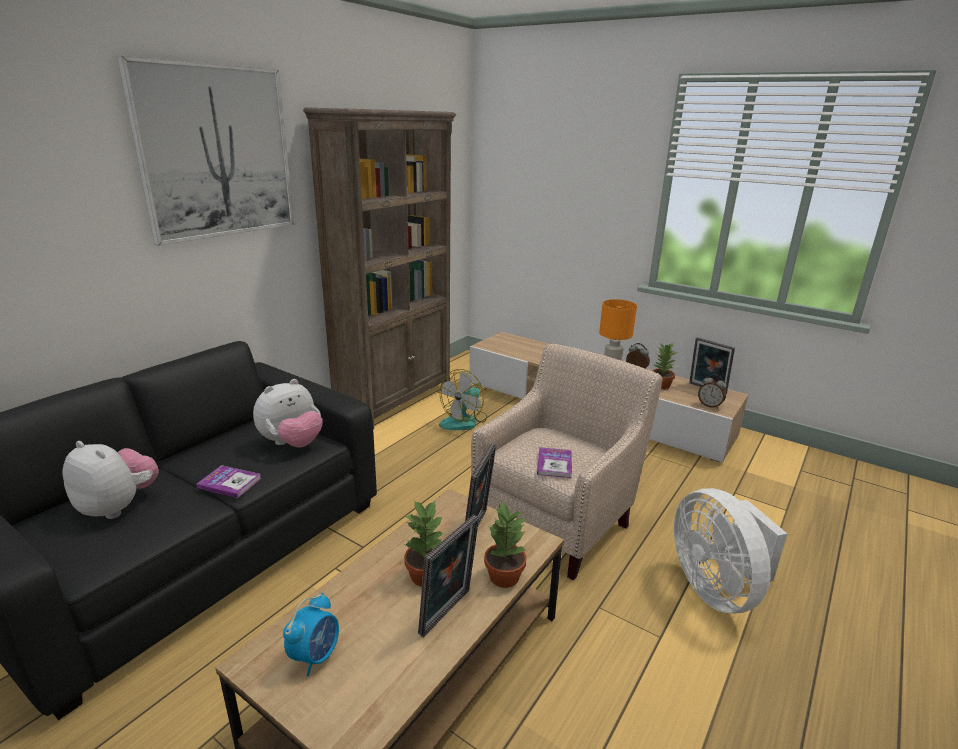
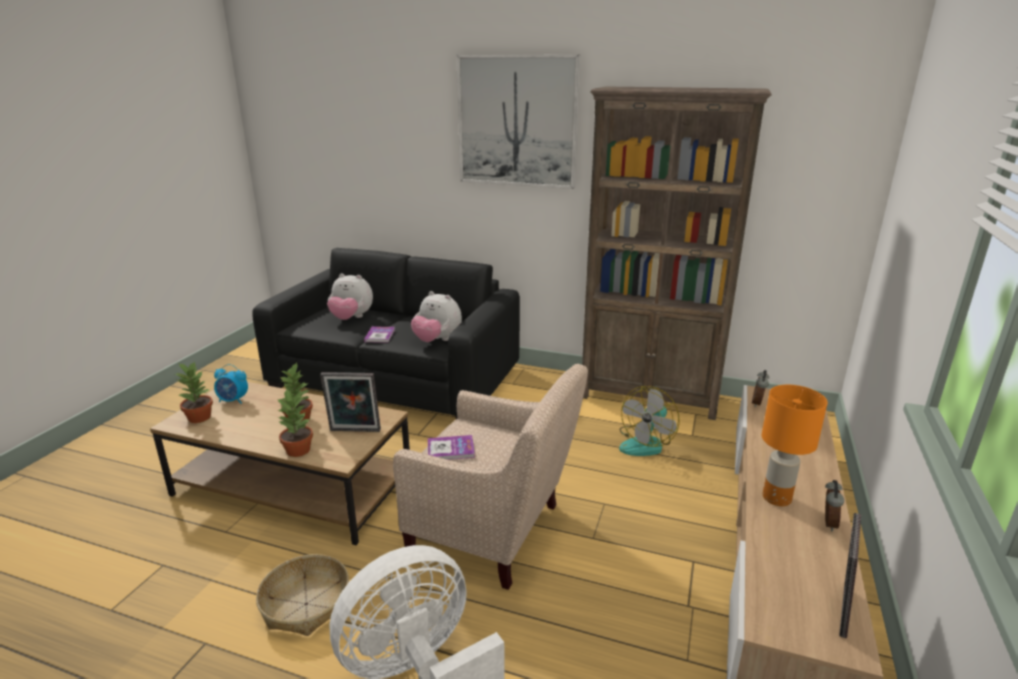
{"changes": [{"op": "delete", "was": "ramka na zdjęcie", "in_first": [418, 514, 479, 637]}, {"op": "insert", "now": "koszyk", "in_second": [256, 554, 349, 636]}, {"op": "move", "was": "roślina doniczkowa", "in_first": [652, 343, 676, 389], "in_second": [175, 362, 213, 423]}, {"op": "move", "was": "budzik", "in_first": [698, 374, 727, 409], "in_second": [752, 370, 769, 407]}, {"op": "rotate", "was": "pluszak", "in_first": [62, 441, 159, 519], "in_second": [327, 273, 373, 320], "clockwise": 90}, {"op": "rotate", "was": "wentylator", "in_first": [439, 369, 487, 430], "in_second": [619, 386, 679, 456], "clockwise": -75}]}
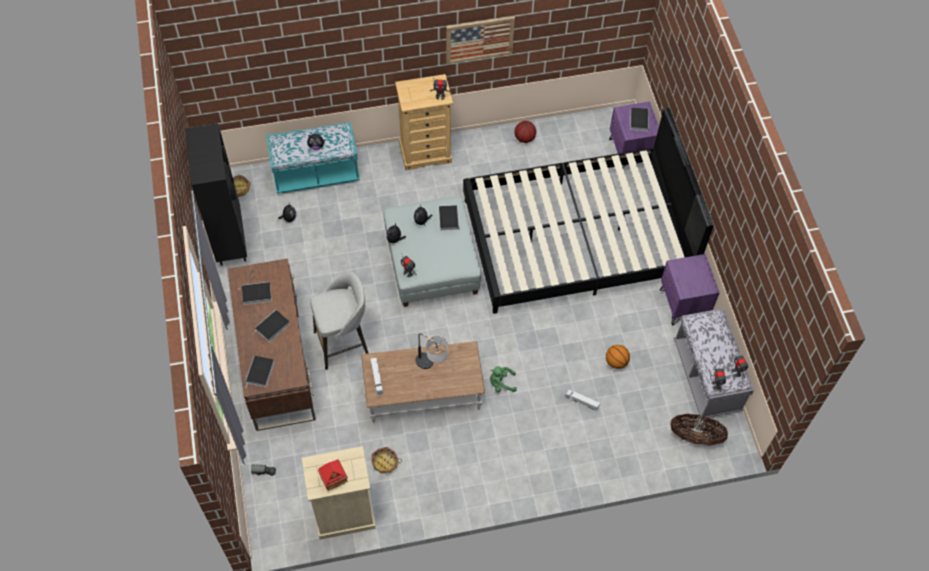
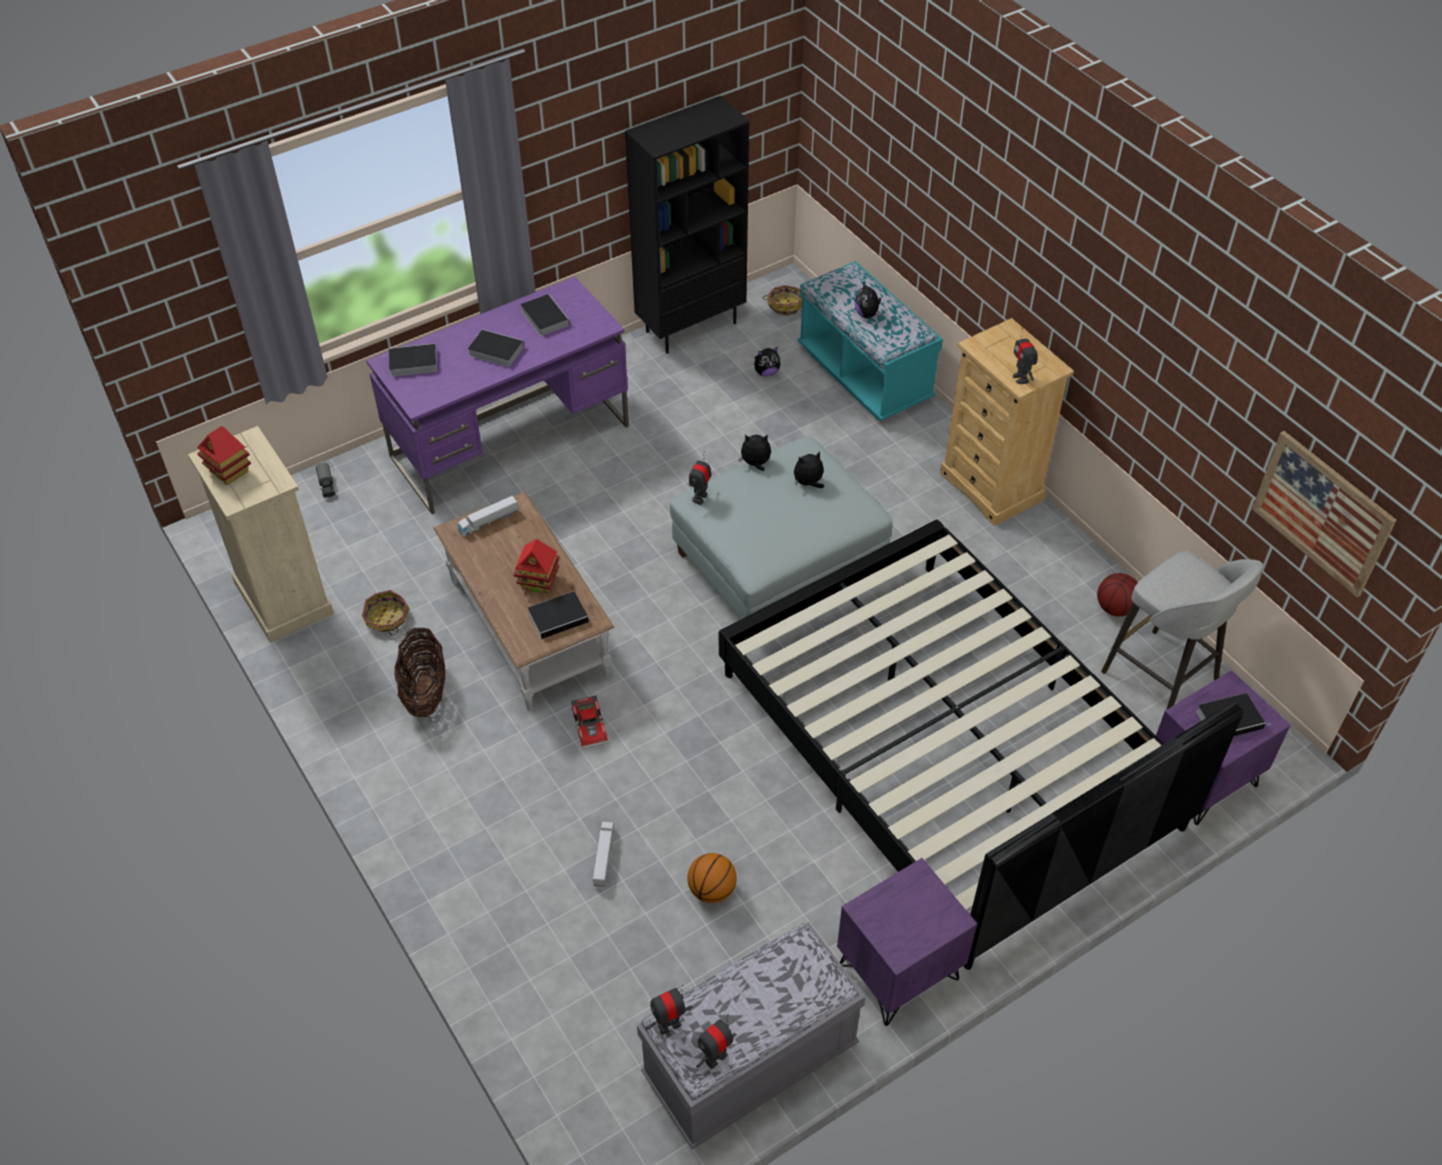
{"changes": [{"op": "move", "was": "stołek/szary", "in_first": [310, 272, 369, 370], "in_second": [1101, 550, 1264, 710]}, {"op": "move", "was": "książka", "in_first": [439, 205, 459, 231], "in_second": [528, 591, 596, 639]}, {"op": "move", "was": "obraz", "in_first": [446, 16, 515, 64], "in_second": [1252, 431, 1397, 597]}, {"op": "move", "was": "koszyk", "in_first": [670, 414, 728, 446], "in_second": [394, 628, 446, 717]}, {"op": "replace", "was": "lampa stołowa", "now": "domek", "in_first": [416, 333, 448, 369], "in_second": [514, 539, 560, 593]}, {"op": "replace", "was": "pluszak/zielony", "now": "samochodzik", "in_first": [490, 366, 517, 392], "in_second": [571, 696, 608, 749]}, {"op": "recolor", "was": "biurko/brązowy", "now": "biurko/fioletowy", "in_first": [227, 259, 316, 431], "in_second": [366, 276, 629, 514]}]}
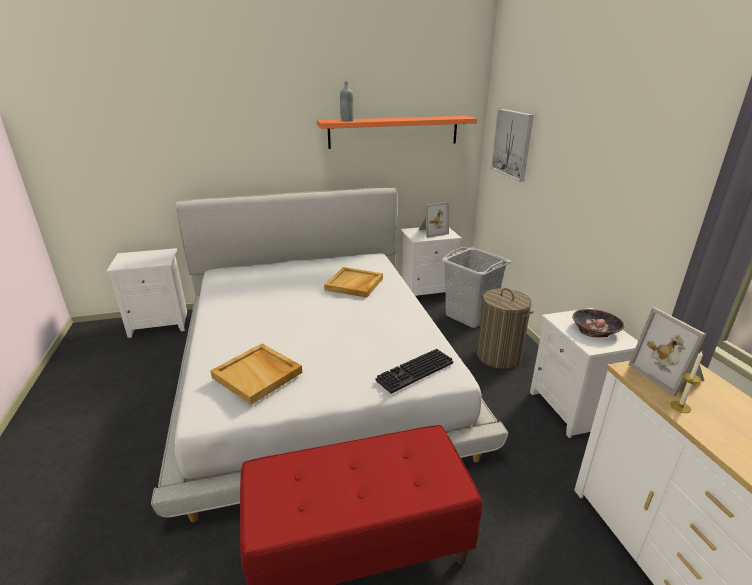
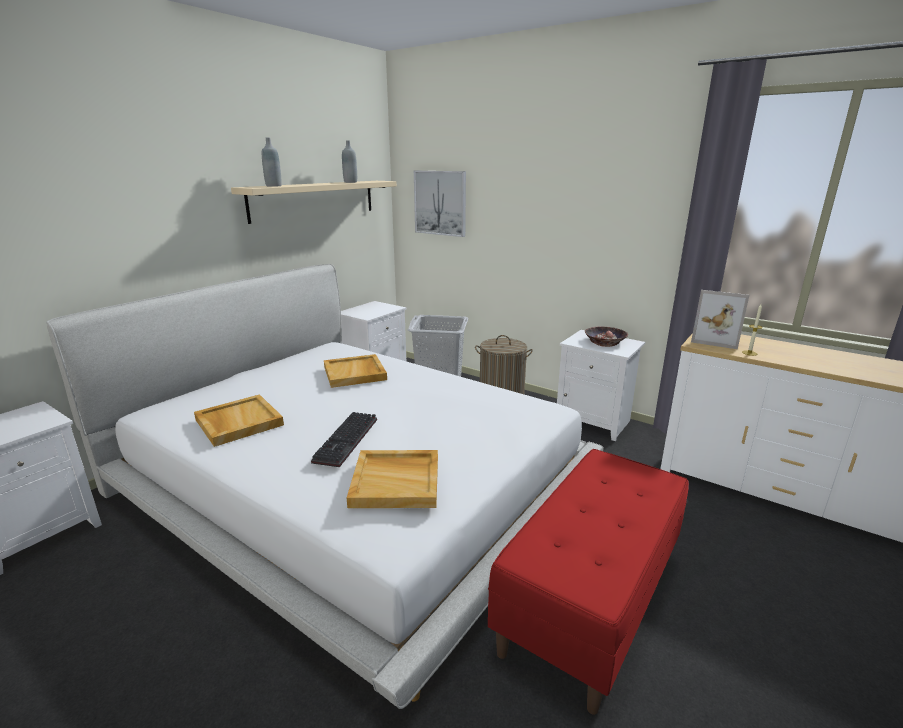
{"changes": [{"op": "delete", "was": "ramka na zdjęcie", "in_first": [419, 202, 449, 238]}, {"op": "insert", "now": "taca/beżowy", "in_second": [194, 394, 284, 447]}, {"op": "insert", "now": "butelka/szary", "in_second": [342, 140, 357, 183]}, {"op": "move", "was": "klawiatura", "in_first": [376, 349, 453, 394], "in_second": [311, 412, 377, 467]}, {"op": "recolor", "was": "półka/pomarańczowy", "now": "półka/beżowy", "in_first": [317, 116, 477, 149], "in_second": [231, 181, 397, 224]}]}
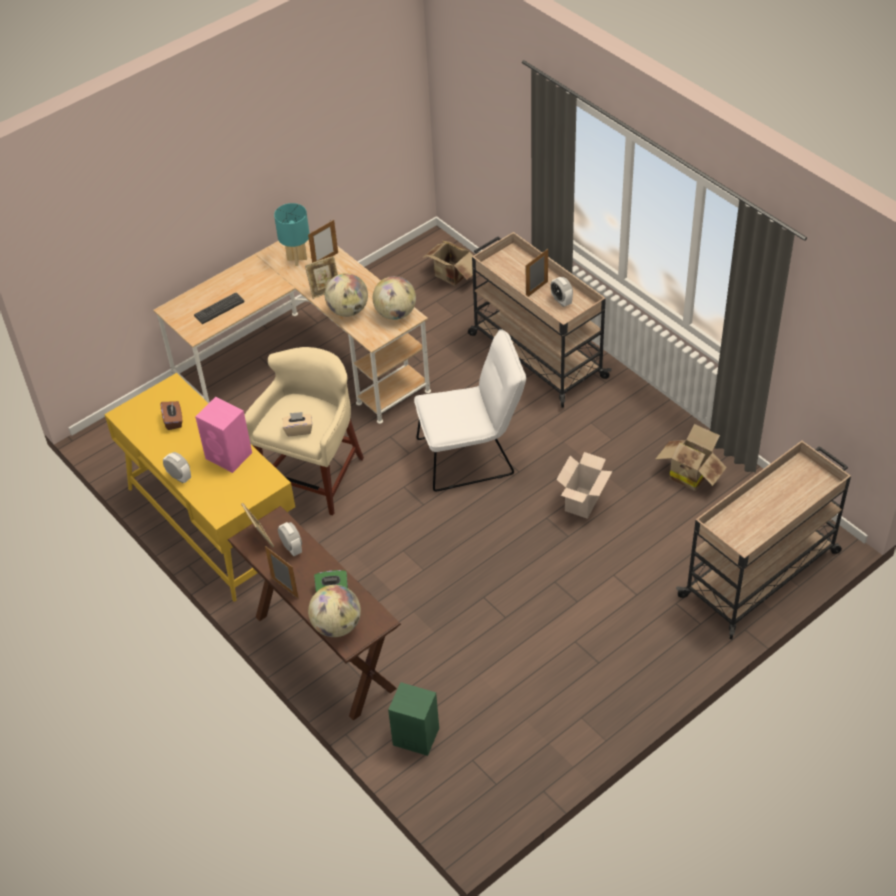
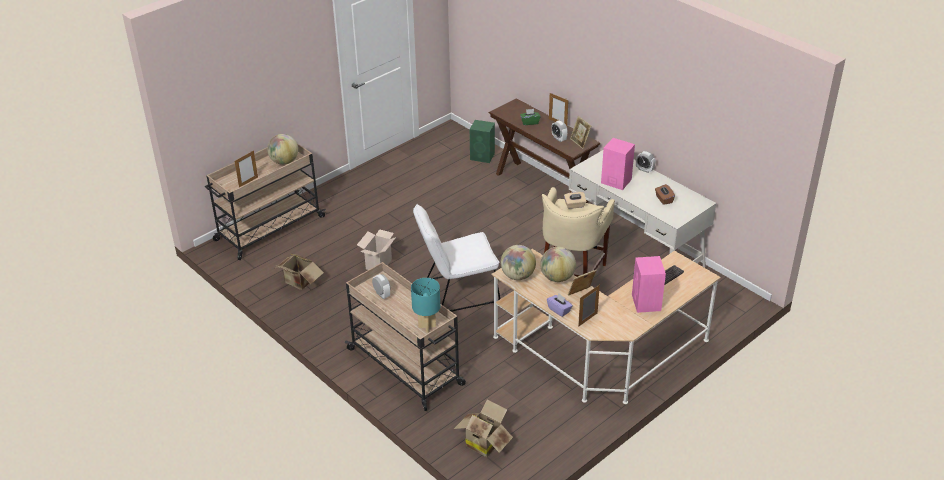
{"changes": [{"op": "insert", "now": "pudełko chusteczek/fioletowy", "in_second": [547, 293, 573, 317]}, {"op": "insert", "now": "głośnik/różowy", "in_second": [632, 256, 666, 313]}, {"op": "move", "was": "lampa stołowa/turkusowy", "in_first": [274, 203, 310, 266], "in_second": [411, 278, 440, 333]}, {"op": "move", "was": "globus", "in_first": [308, 585, 361, 637], "in_second": [267, 134, 298, 165]}, {"op": "move", "was": "ramka na zdjęcie", "in_first": [526, 249, 548, 297], "in_second": [235, 150, 258, 187]}, {"op": "recolor", "was": "biurko/żółty", "now": "biurko/biały", "in_first": [104, 373, 295, 602], "in_second": [569, 150, 716, 267]}]}
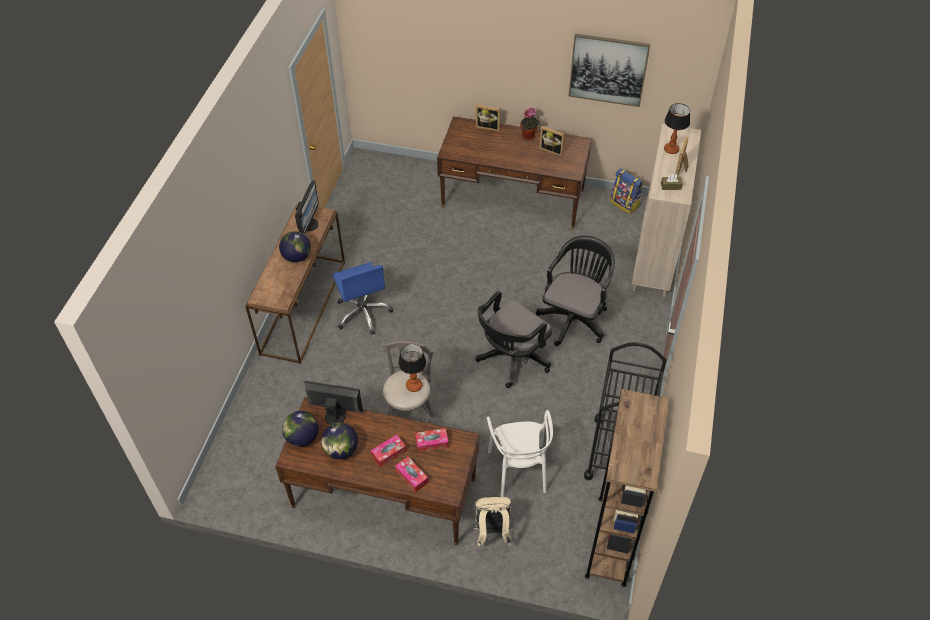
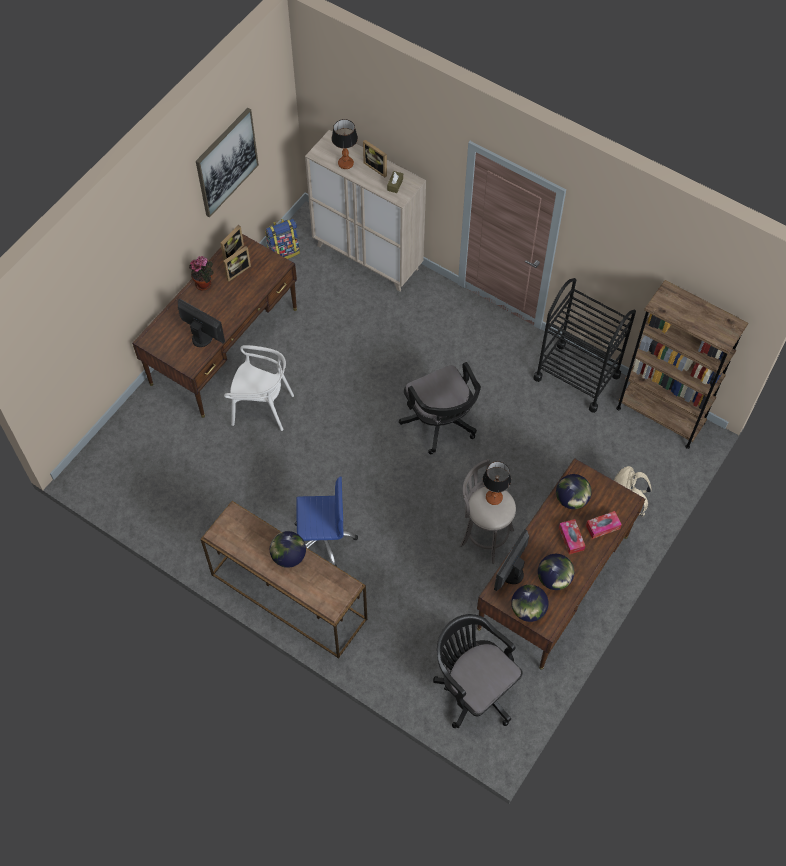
{"changes": [{"op": "move", "was": "monitor", "in_first": [295, 180, 319, 235], "in_second": [178, 298, 225, 347]}, {"op": "move", "was": "ramka na zdjęcie", "in_first": [476, 104, 500, 132], "in_second": [220, 225, 244, 260]}, {"op": "move", "was": "krzesło/biały", "in_first": [487, 410, 553, 497], "in_second": [224, 345, 294, 431]}, {"op": "move", "was": "krzesło biurowe/czarny", "in_first": [536, 236, 615, 346], "in_second": [433, 614, 522, 729]}, {"op": "replace", "was": "pudełko chusteczek", "now": "globus", "in_first": [415, 428, 449, 452], "in_second": [556, 474, 592, 509]}]}
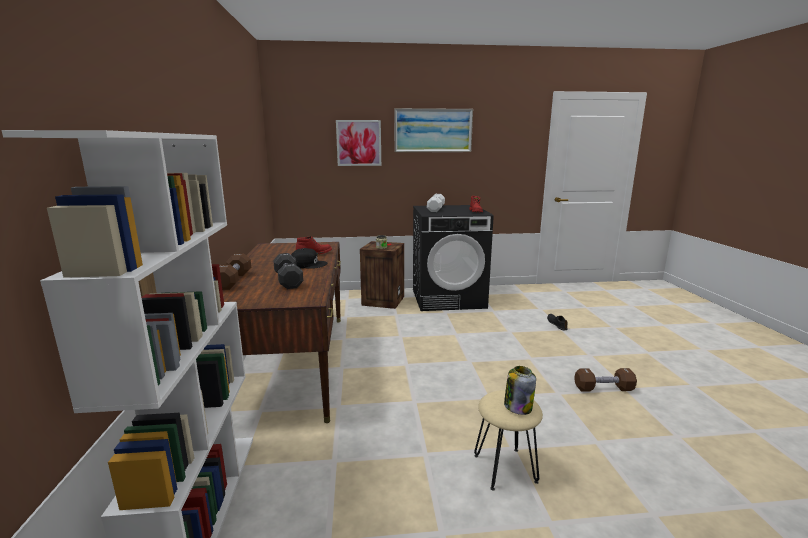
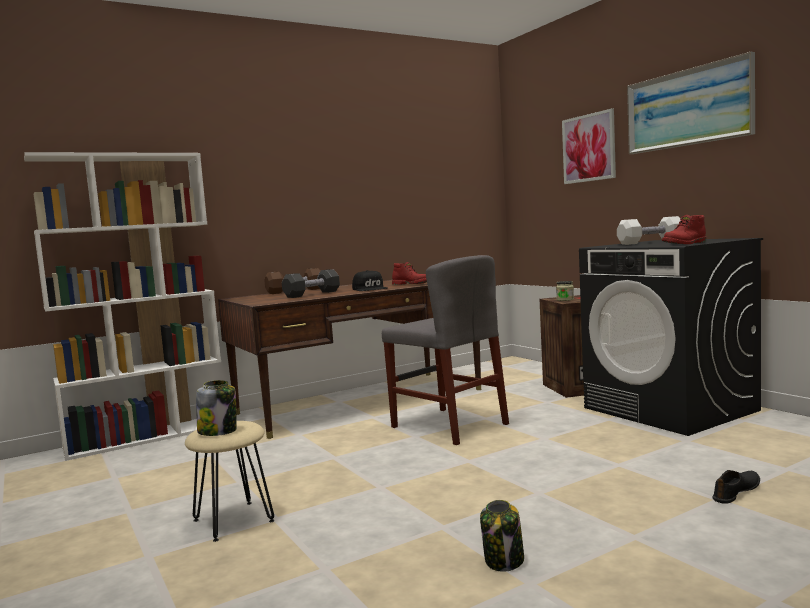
{"changes": [{"op": "insert", "now": "krzesło/szary", "in_second": [382, 255, 509, 445]}, {"op": "replace", "was": "hantel/brązowy", "now": "słoik", "in_first": [574, 368, 637, 391], "in_second": [480, 500, 524, 572]}]}
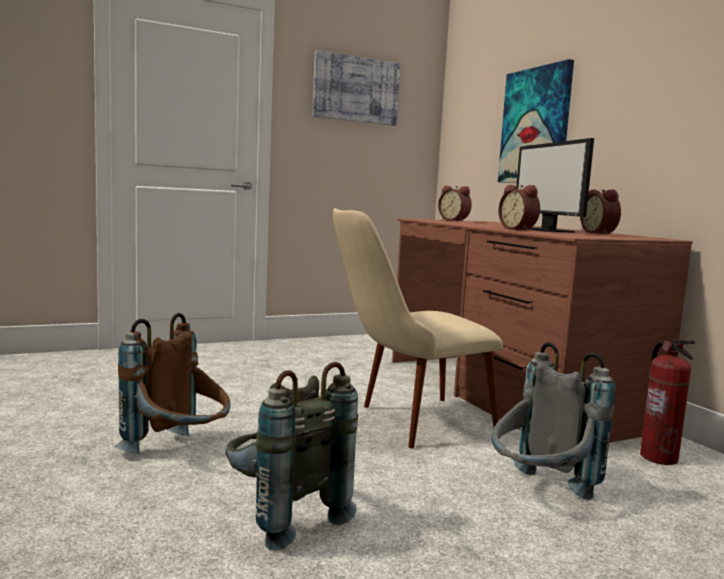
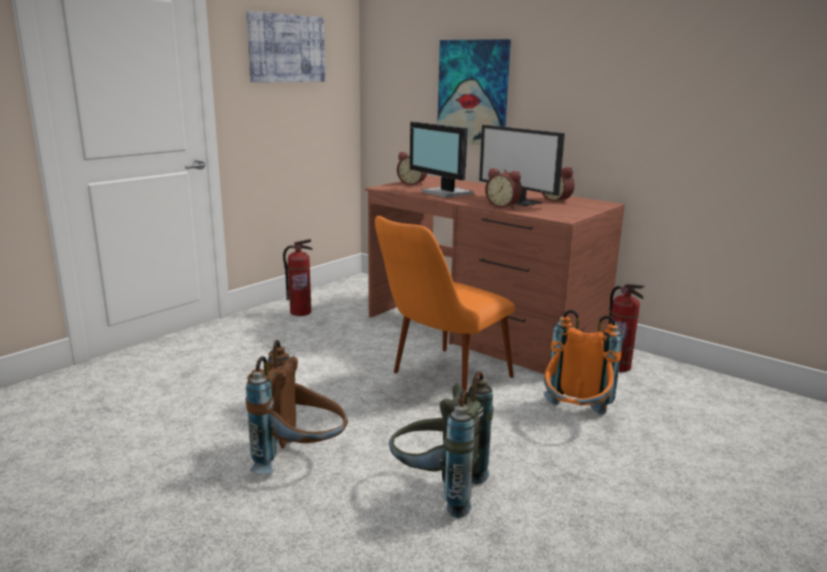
{"changes": [{"op": "insert", "now": "gaśnica", "in_second": [283, 239, 313, 316]}, {"op": "insert", "now": "monitor", "in_second": [410, 122, 474, 198]}, {"op": "recolor", "was": "krzesło/beżowy", "now": "krzesło/pomarańczowy", "in_first": [333, 208, 503, 448], "in_second": [375, 216, 515, 391]}, {"op": "recolor", "was": "plecak/szary", "now": "plecak/pomarańczowy", "in_first": [491, 342, 615, 500], "in_second": [543, 310, 623, 415]}]}
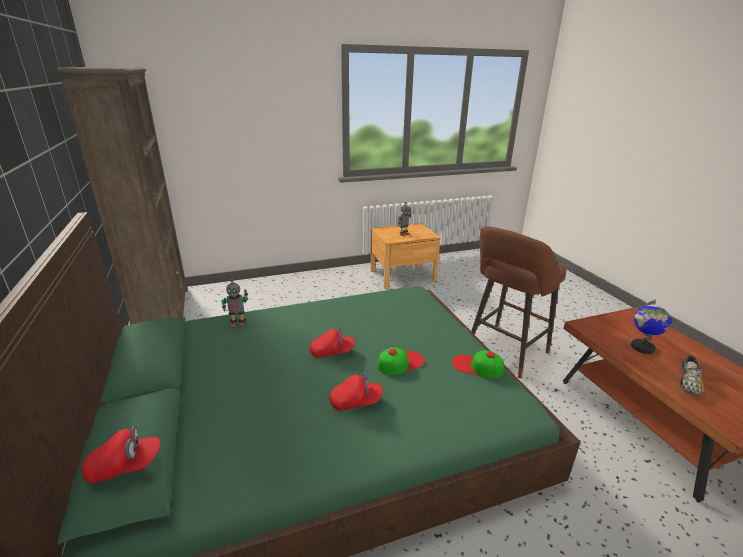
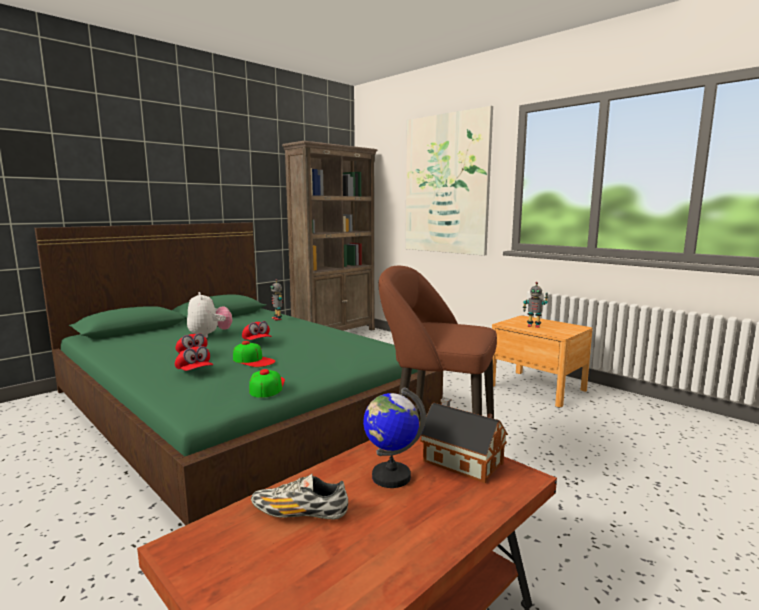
{"changes": [{"op": "insert", "now": "pluszak", "in_second": [187, 292, 232, 338]}, {"op": "insert", "now": "obraz", "in_second": [405, 106, 493, 256]}, {"op": "insert", "now": "domek", "in_second": [420, 397, 508, 483]}, {"op": "move", "was": "czapka z daszkiem/czerwony", "in_first": [82, 425, 161, 483], "in_second": [175, 346, 213, 371]}]}
